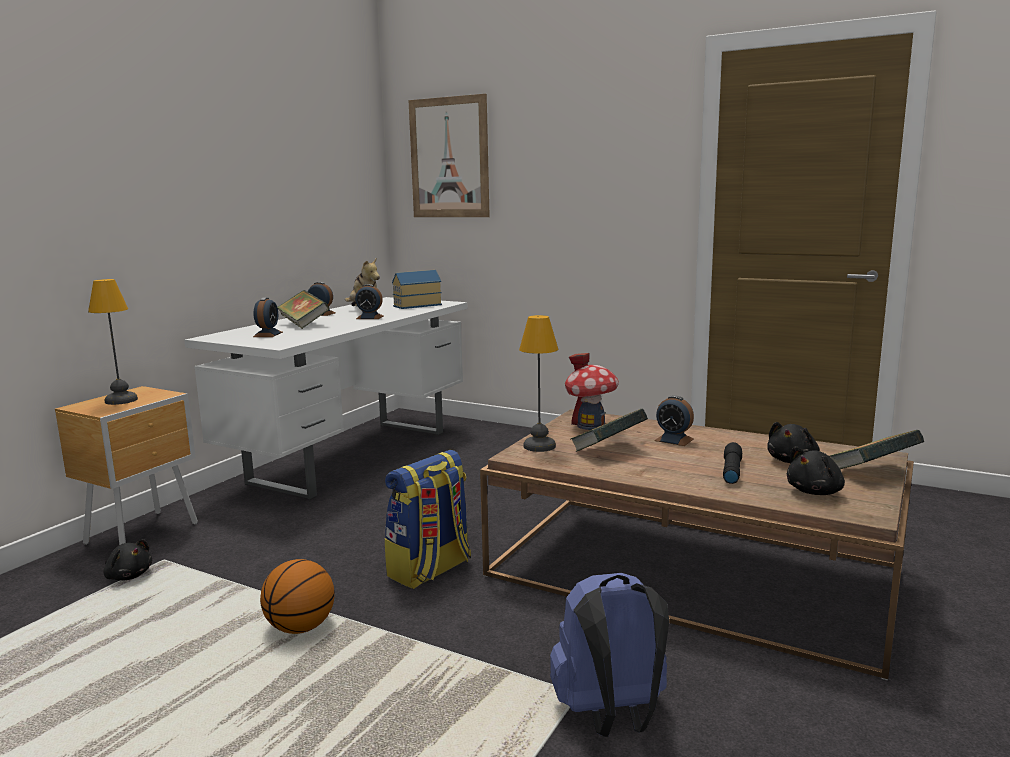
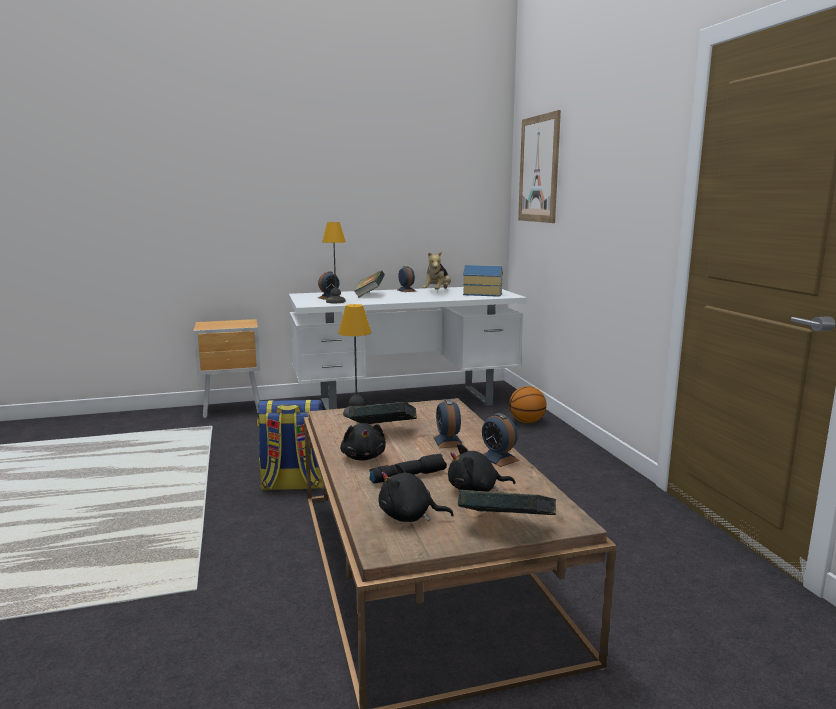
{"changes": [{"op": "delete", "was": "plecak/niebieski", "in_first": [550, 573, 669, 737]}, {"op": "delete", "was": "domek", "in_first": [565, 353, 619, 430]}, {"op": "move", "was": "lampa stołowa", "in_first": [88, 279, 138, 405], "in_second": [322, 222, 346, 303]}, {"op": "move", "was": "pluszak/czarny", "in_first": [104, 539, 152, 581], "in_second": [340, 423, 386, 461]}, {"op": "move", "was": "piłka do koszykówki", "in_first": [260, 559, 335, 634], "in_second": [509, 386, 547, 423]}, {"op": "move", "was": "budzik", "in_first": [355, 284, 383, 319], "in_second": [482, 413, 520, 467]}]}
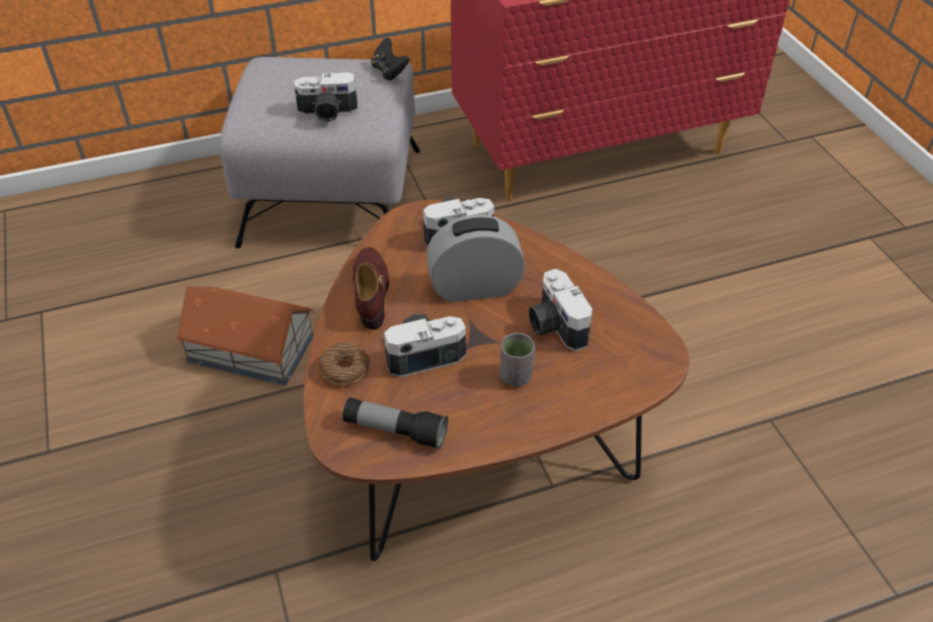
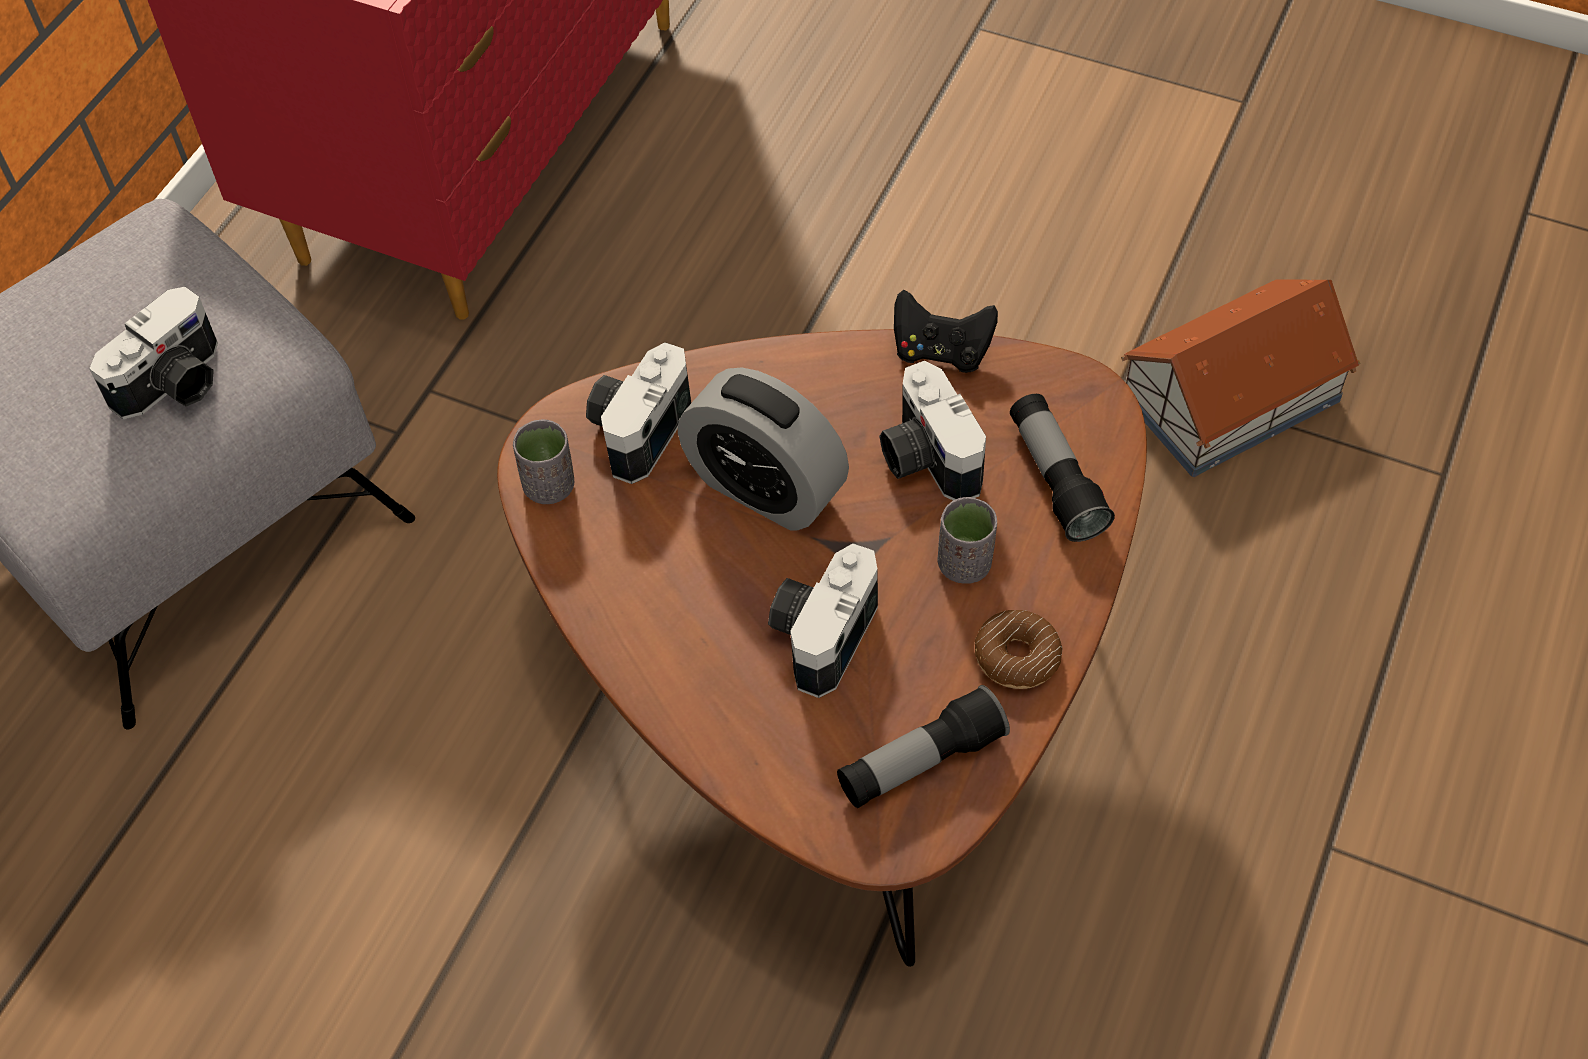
{"changes": [{"op": "delete", "was": "but/brązowy", "in_first": [353, 247, 389, 330]}, {"op": "insert", "now": "filiżanka/szary", "in_second": [513, 419, 574, 504]}, {"op": "insert", "now": "latarka", "in_second": [1010, 394, 1115, 542]}, {"op": "move", "was": "domek", "in_first": [175, 286, 314, 386], "in_second": [1121, 279, 1361, 477]}, {"op": "move", "was": "donut", "in_first": [318, 342, 369, 385], "in_second": [975, 610, 1062, 689]}, {"op": "move", "was": "pad do gier/czarny", "in_first": [371, 37, 410, 80], "in_second": [894, 290, 998, 373]}, {"op": "rotate", "was": "budzik", "in_first": [426, 215, 525, 302], "in_second": [678, 368, 849, 531], "clockwise": -90}, {"op": "rotate", "was": "aparat fotograficzny", "in_first": [528, 269, 593, 351], "in_second": [879, 361, 986, 500], "clockwise": 45}]}
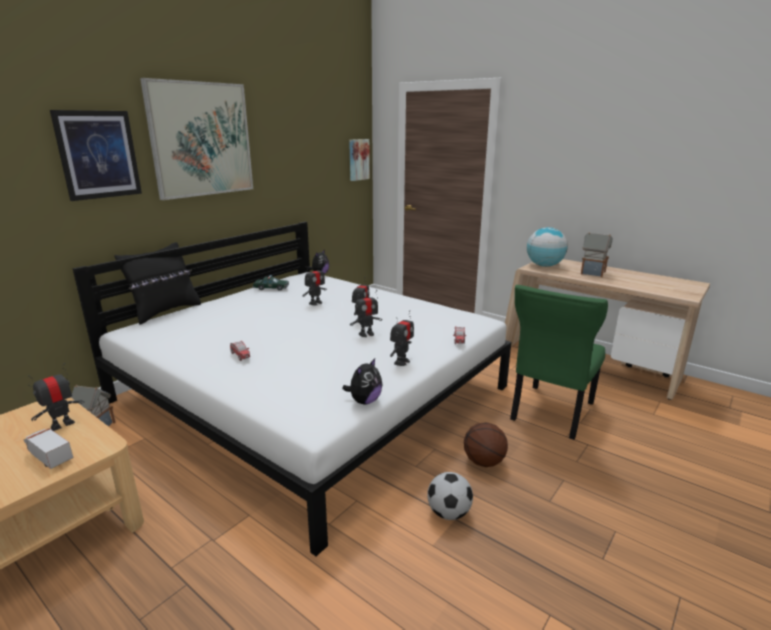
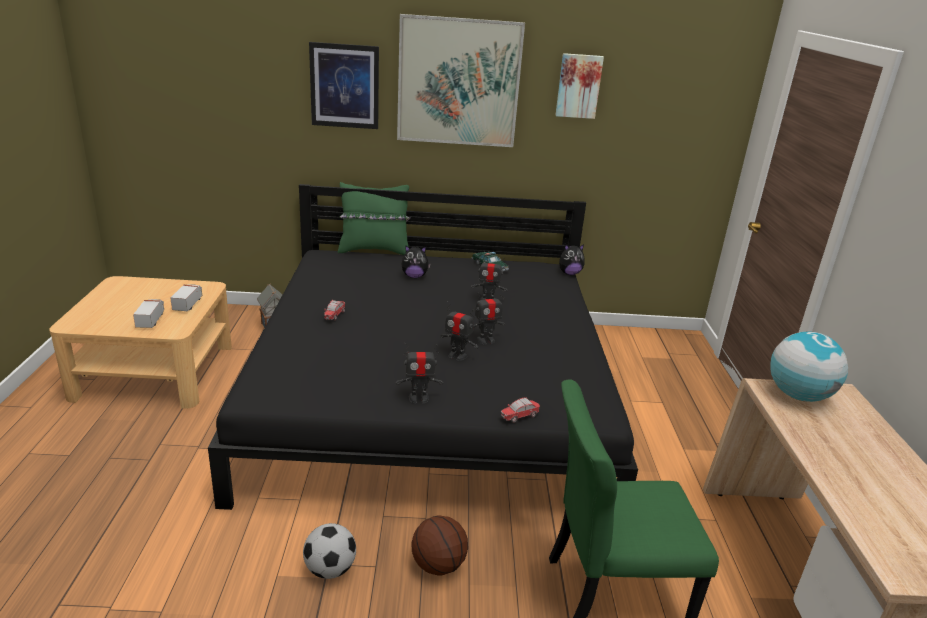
{"changes": [{"op": "delete", "was": "domek", "in_first": [581, 232, 613, 277]}, {"op": "move", "was": "pluszak", "in_first": [342, 358, 382, 404], "in_second": [401, 245, 431, 278]}, {"op": "move", "was": "obraz", "in_first": [349, 139, 370, 181], "in_second": [556, 53, 604, 119]}, {"op": "replace", "was": "robot zabawkowy", "now": "ciężarówka zabawkowa", "in_first": [28, 363, 84, 431], "in_second": [170, 284, 202, 311]}, {"op": "recolor", "was": "łóżko/biały", "now": "łóżko/czarny", "in_first": [72, 222, 511, 556], "in_second": [208, 184, 638, 510]}, {"op": "recolor", "was": "poduszka/czarny", "now": "poduszka/zielony", "in_first": [115, 242, 201, 325], "in_second": [338, 182, 410, 255]}]}
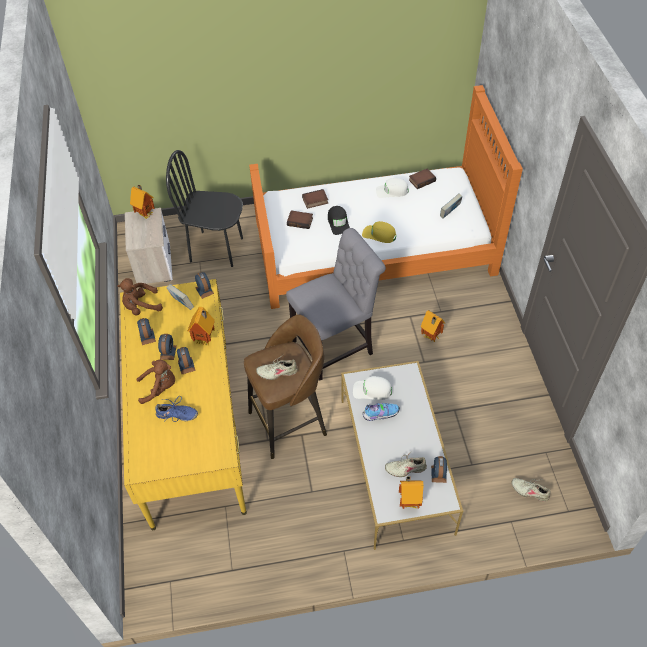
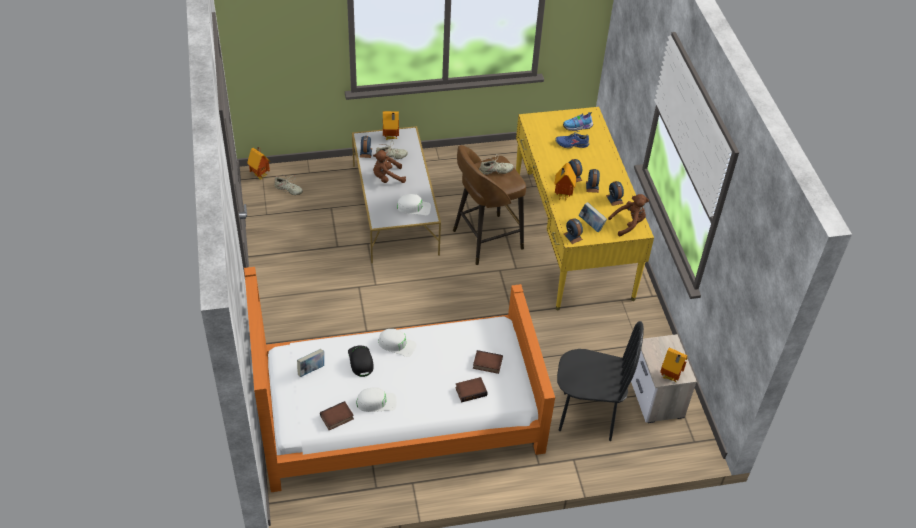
{"changes": [{"op": "delete", "was": "krzesło/szary", "in_first": [286, 228, 386, 381]}, {"op": "move", "was": "pluszak/brązowy", "in_first": [136, 360, 175, 404], "in_second": [373, 150, 406, 183]}, {"op": "move", "was": "czapka z daszkiem/czarny", "in_first": [328, 206, 350, 235], "in_second": [348, 346, 374, 377]}, {"op": "move", "was": "but", "in_first": [363, 403, 400, 421], "in_second": [563, 112, 593, 131]}, {"op": "move", "was": "domek", "in_first": [420, 310, 445, 342], "in_second": [247, 147, 270, 180]}, {"op": "recolor", "was": "czapka z daszkiem/żółty", "now": "czapka z daszkiem/biały", "in_first": [362, 221, 396, 243], "in_second": [378, 329, 417, 357]}]}
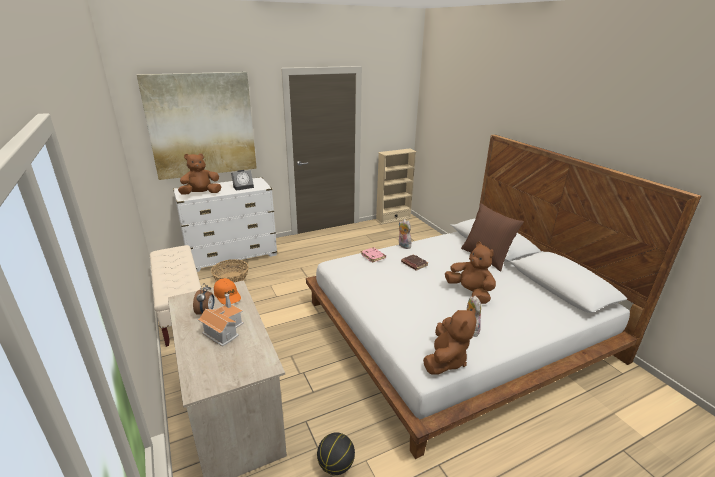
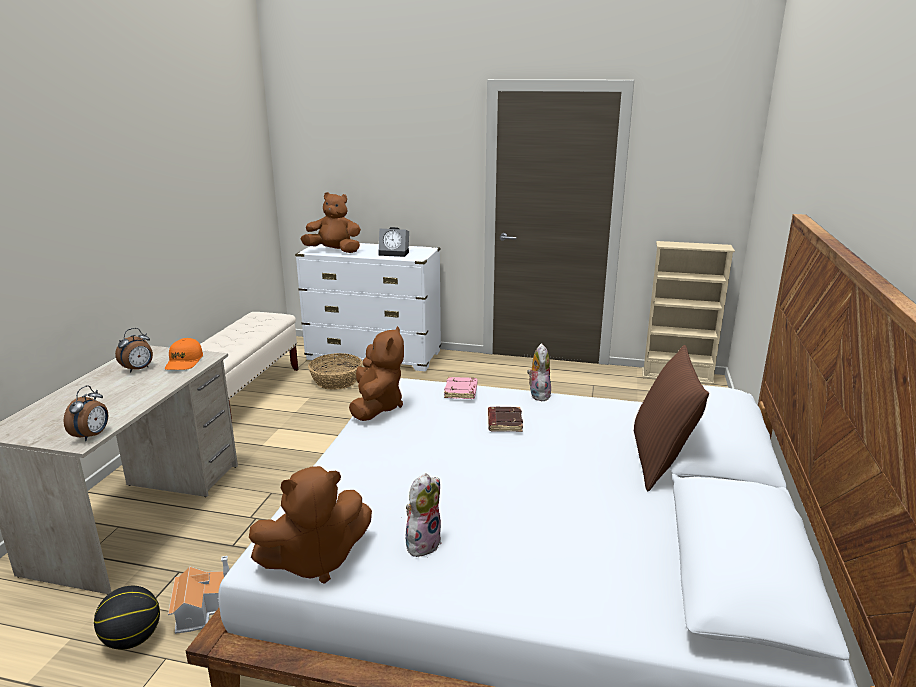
{"changes": [{"op": "delete", "was": "obraz", "in_first": [137, 72, 257, 180]}, {"op": "insert", "now": "budzik", "in_second": [64, 385, 108, 441]}, {"op": "move", "was": "domek", "in_first": [197, 293, 244, 346], "in_second": [168, 556, 230, 634]}, {"op": "move", "was": "pluszak/brązowy", "in_first": [445, 242, 496, 304], "in_second": [349, 326, 404, 421]}]}
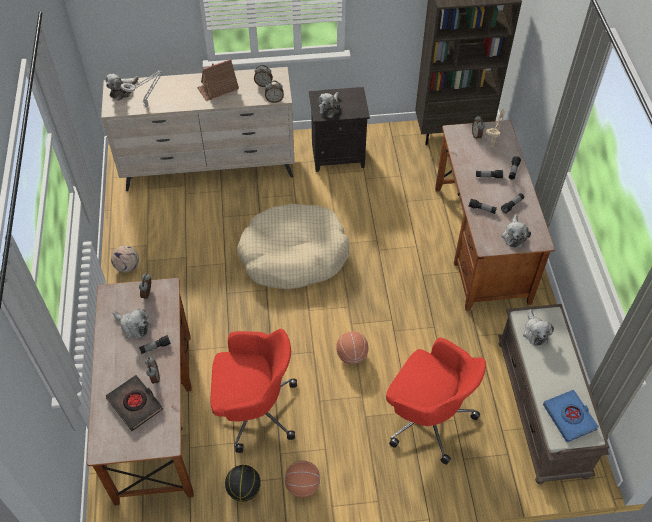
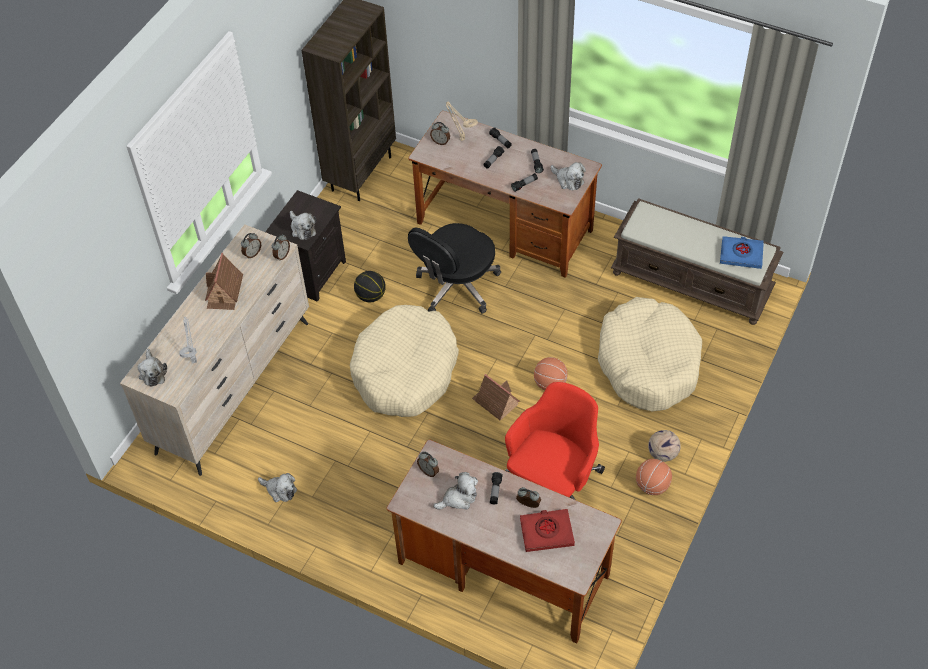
{"changes": [{"op": "insert", "now": "krzesło biurowe/czarny", "in_second": [408, 223, 501, 314]}, {"op": "insert", "now": "domek", "in_second": [472, 374, 520, 421]}, {"op": "move", "was": "piłka futbolowa", "in_first": [111, 246, 139, 273], "in_second": [648, 430, 681, 462]}, {"op": "move", "was": "piłka do koszykówki", "in_first": [225, 465, 261, 502], "in_second": [354, 271, 386, 302]}, {"op": "move", "was": "pluszak", "in_first": [523, 309, 554, 346], "in_second": [258, 473, 297, 502]}, {"op": "replace", "was": "krzesło biurowe/czerwony", "now": "legowisko/beżowy", "in_first": [386, 337, 486, 465], "in_second": [598, 297, 702, 411]}, {"op": "recolor", "was": "książka/czarny", "now": "książka/czerwony", "in_first": [106, 375, 163, 431], "in_second": [520, 509, 575, 552]}]}
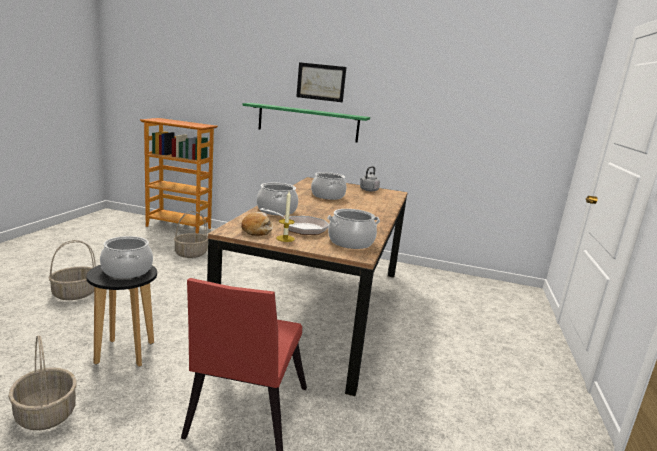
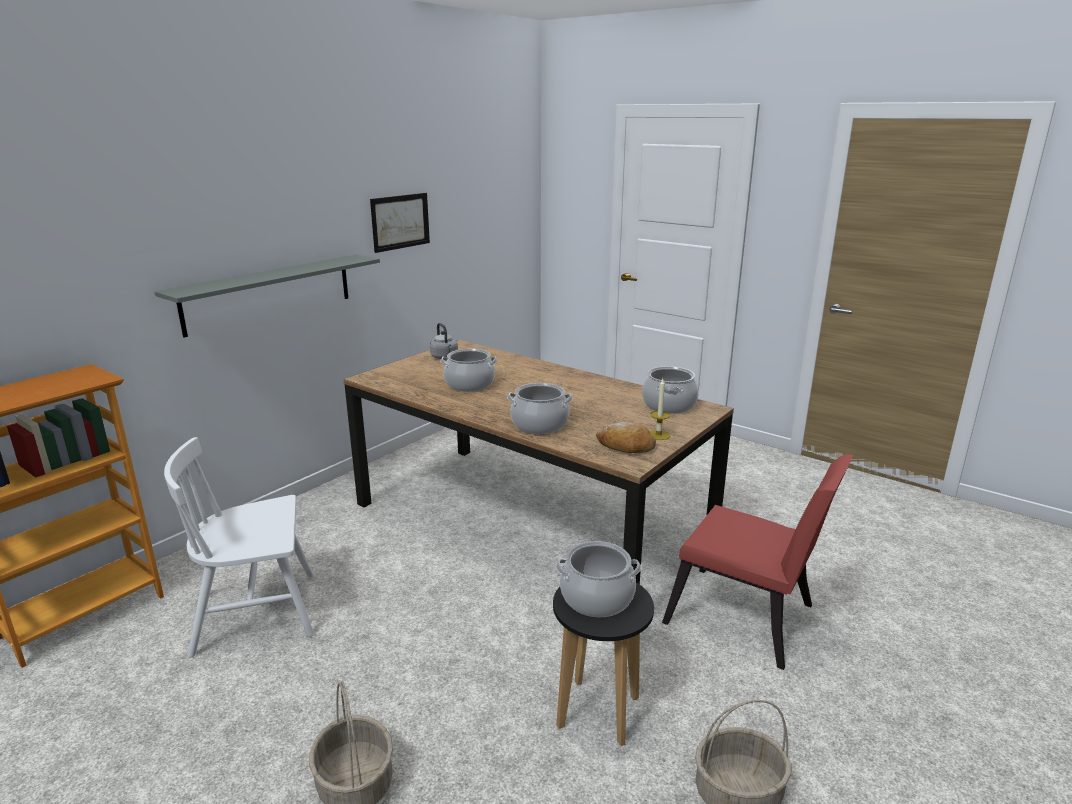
{"changes": [{"op": "delete", "was": "patelnia", "in_first": [260, 208, 329, 235]}, {"op": "move", "was": "obraz", "in_first": [296, 62, 346, 102], "in_second": [370, 193, 430, 253]}, {"op": "replace", "was": "koszyk", "now": "krzesło/biały", "in_first": [174, 211, 208, 258], "in_second": [164, 437, 314, 657]}, {"op": "recolor", "was": "półka/zielony", "now": "półka/szary", "in_first": [242, 103, 370, 142], "in_second": [155, 255, 380, 337]}]}
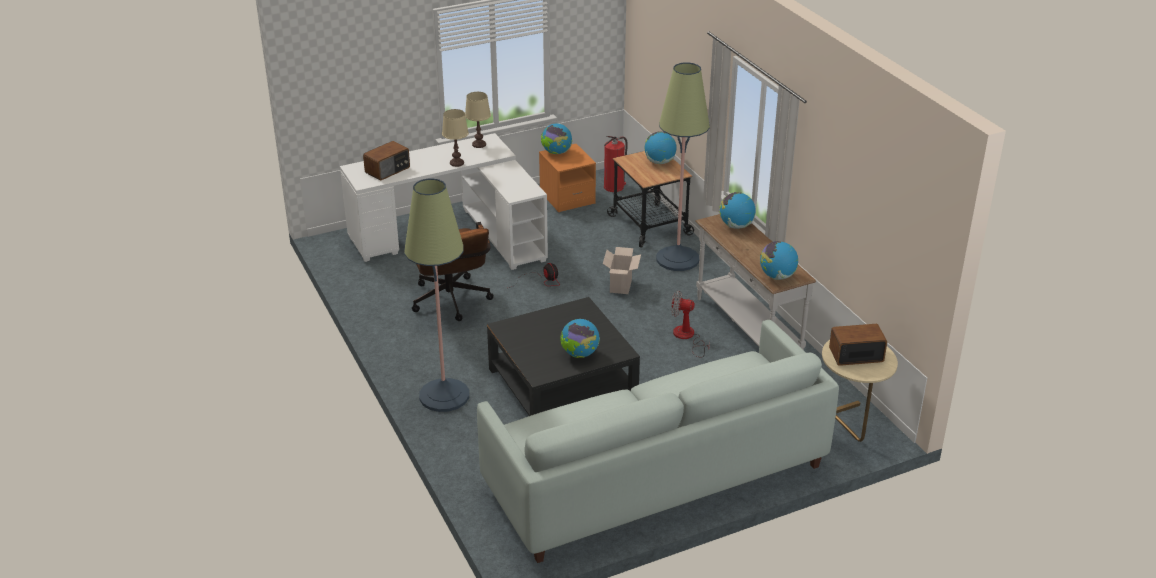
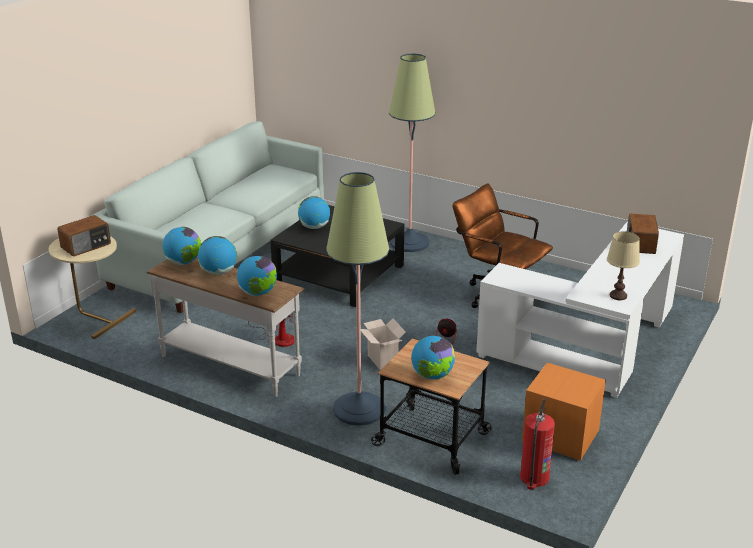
{"changes": [{"op": "delete", "was": "lampa stołowa/beżowy", "in_first": [442, 109, 469, 167]}, {"op": "move", "was": "globus", "in_first": [541, 123, 572, 154], "in_second": [198, 236, 237, 275]}]}
